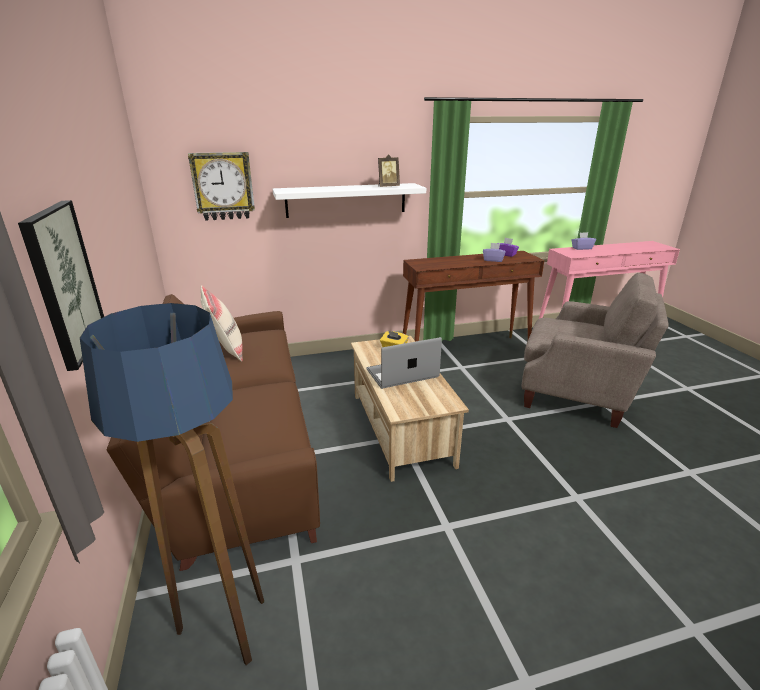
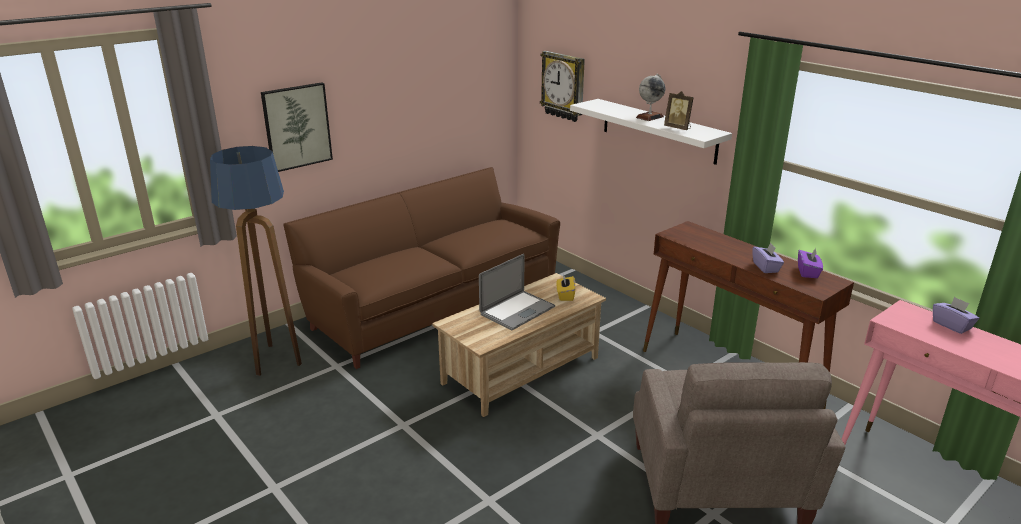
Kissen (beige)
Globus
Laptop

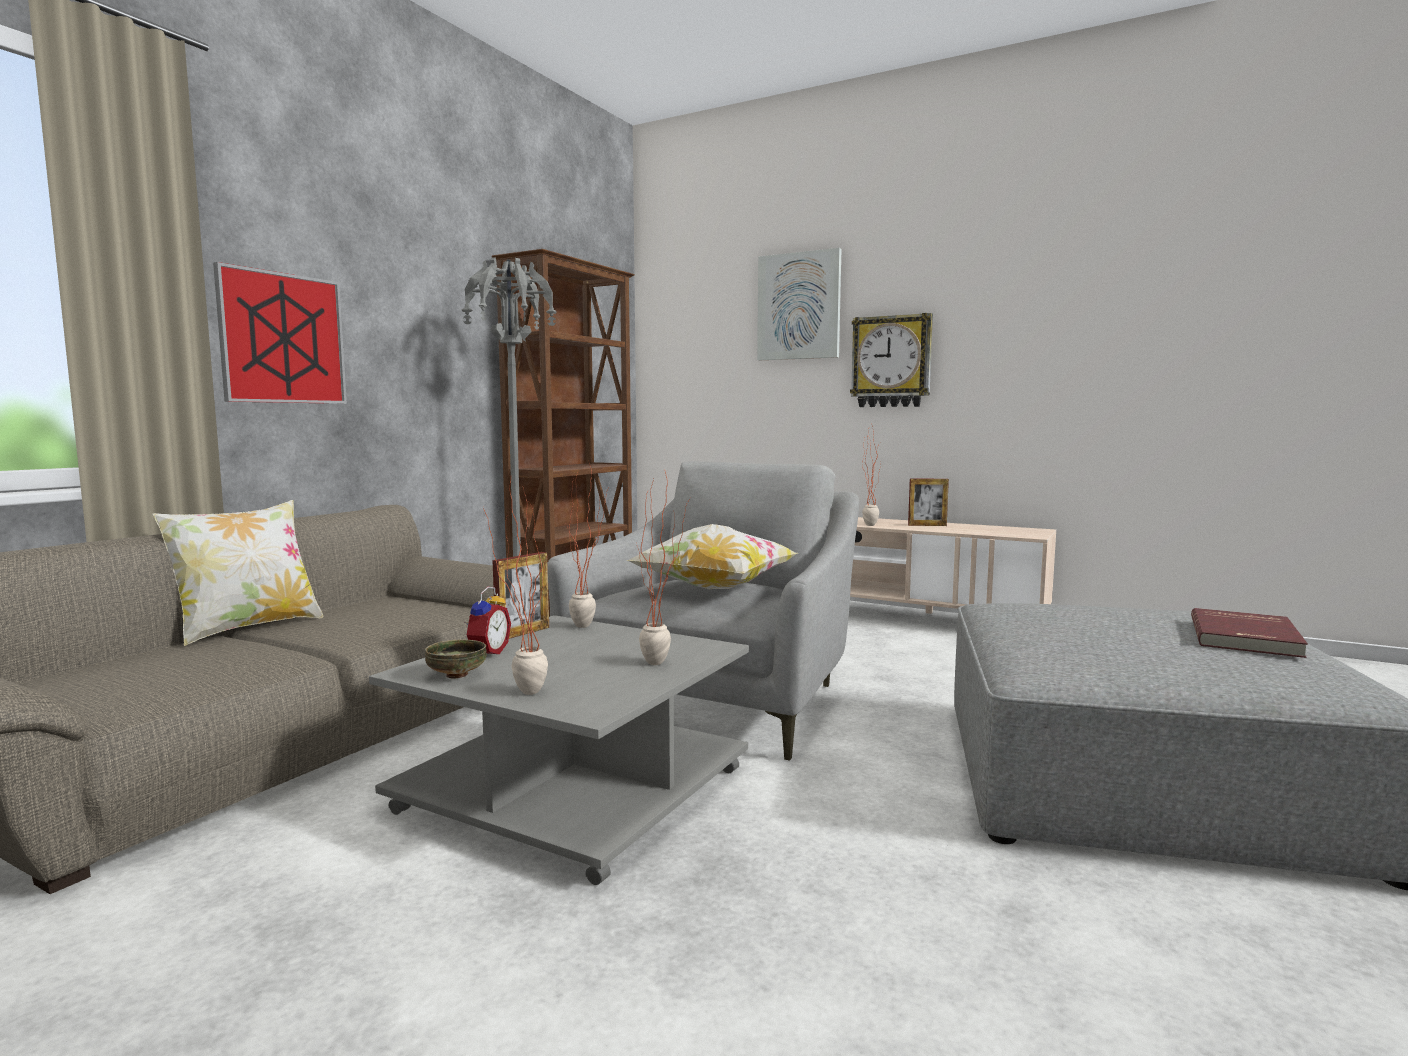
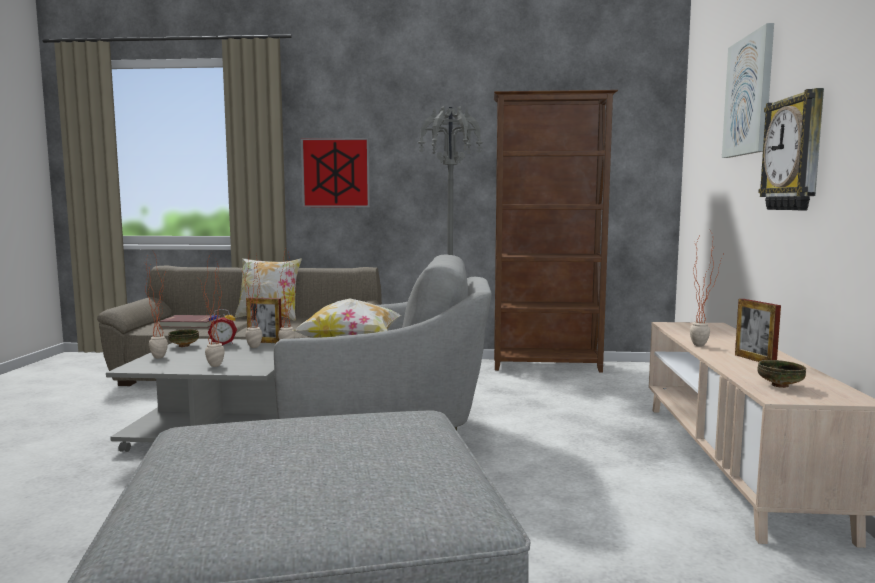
Topfpflanze (3rd from left)
Schüssel (2nd from left)
Buch (rot)

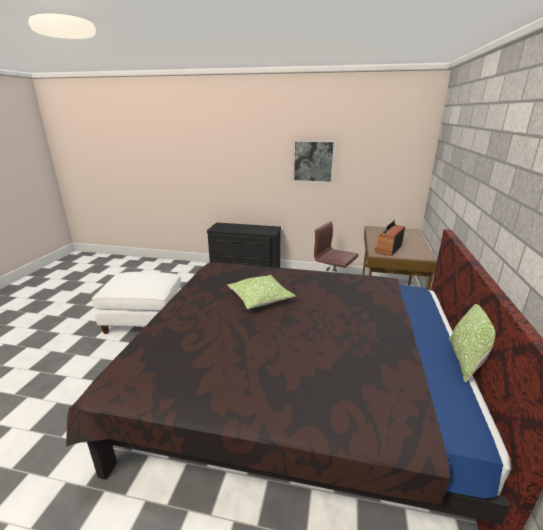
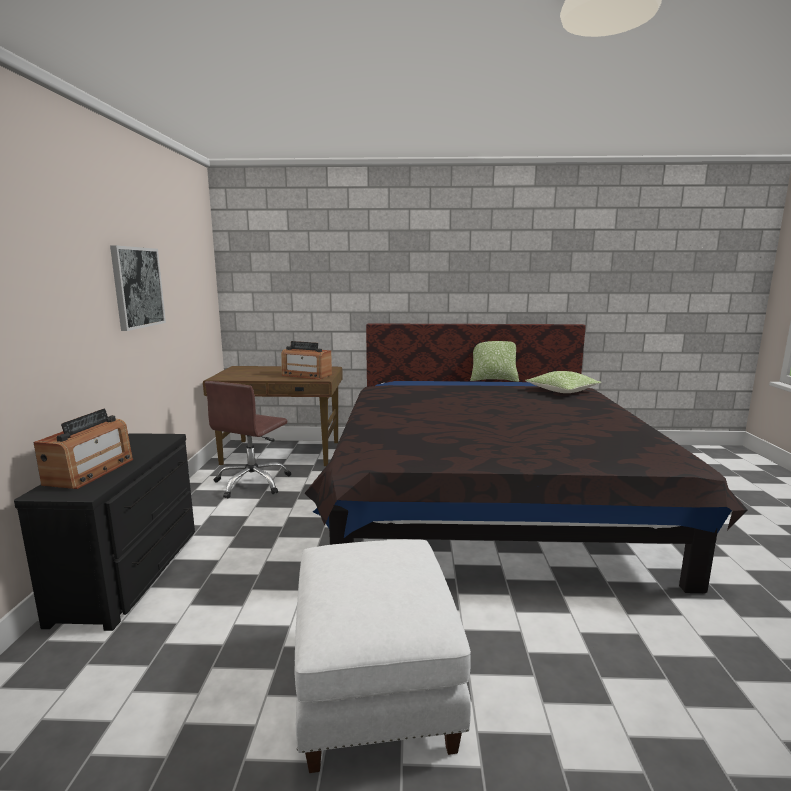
Radio (1st from left)
Kissen (2nd from left)

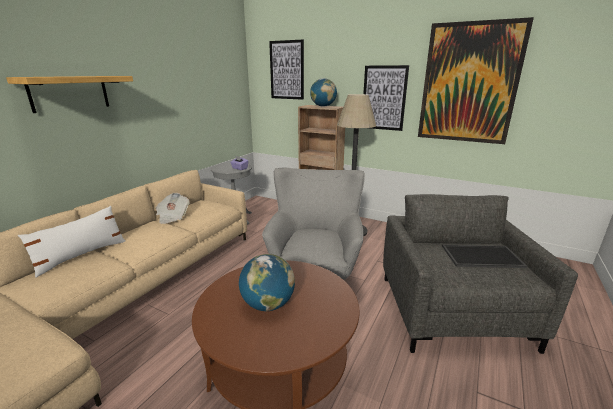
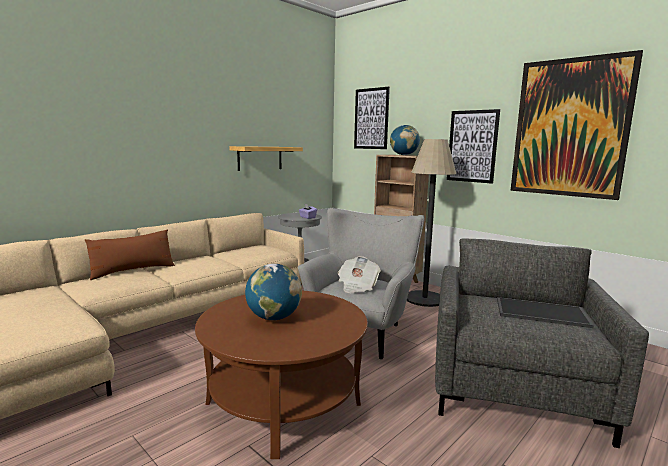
Wandregal
Zeitung
Kissen (braun)

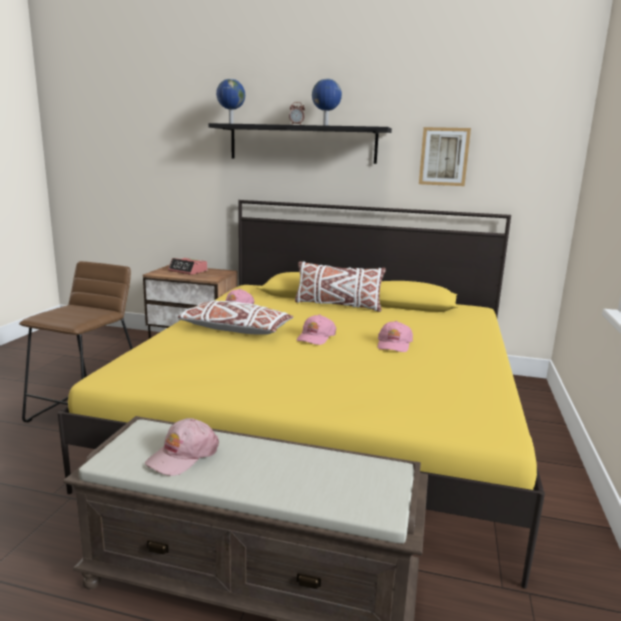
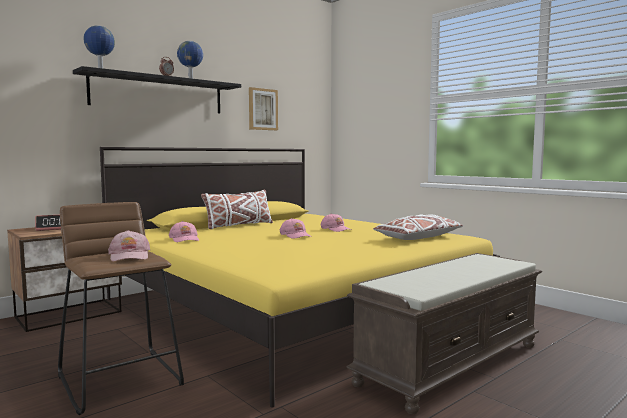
Kappe (rosa) (1st from left)
Kissen (weiß) (2nd from left)

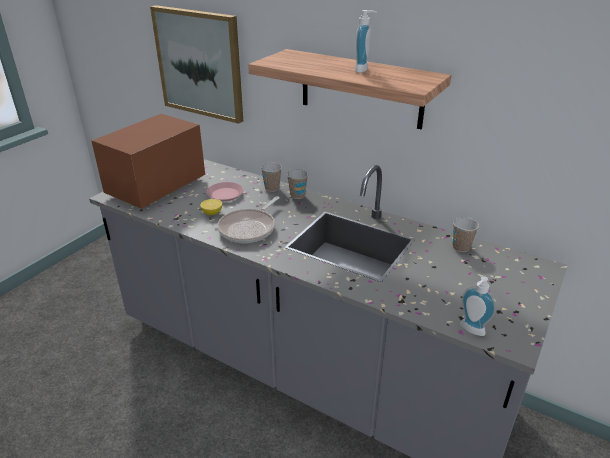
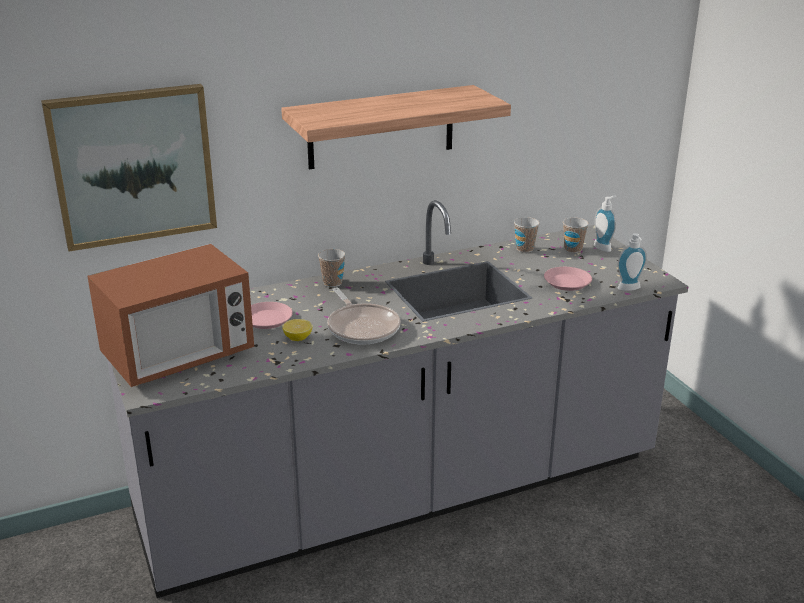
Teller (rosa) (2nd from left)
Tasse (3rd from left)
Seifenspender (1st from left)
Mikrowelle

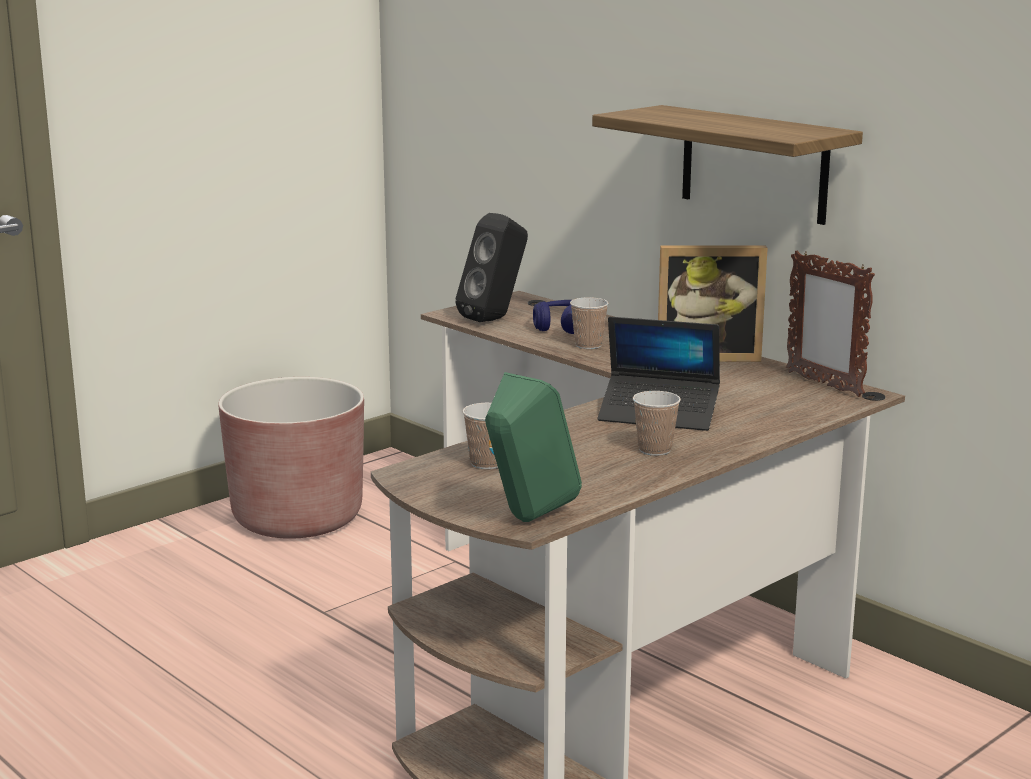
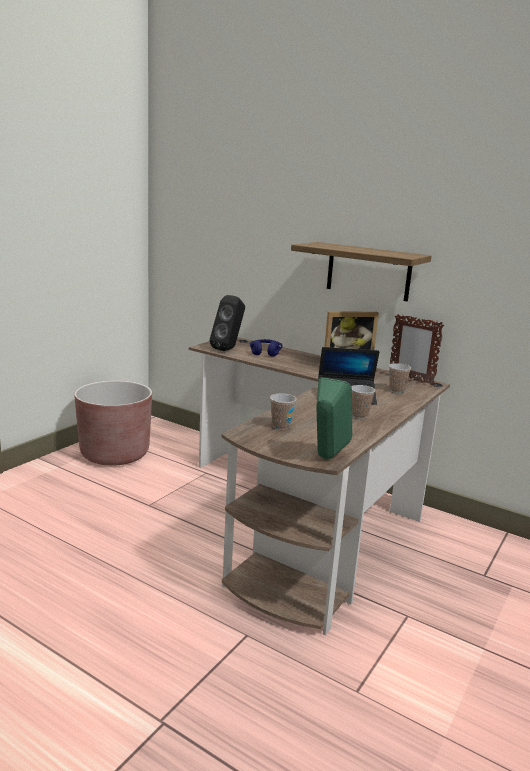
Tasse (3rd from left)

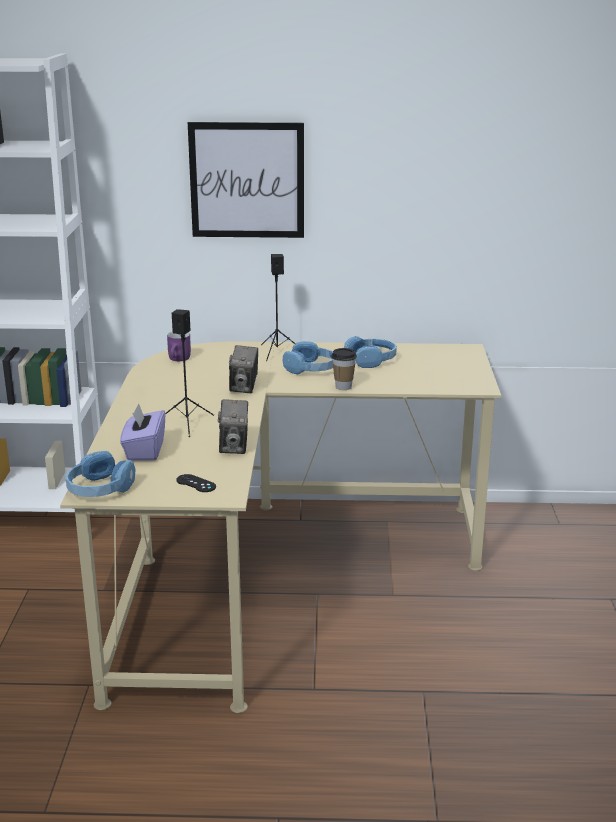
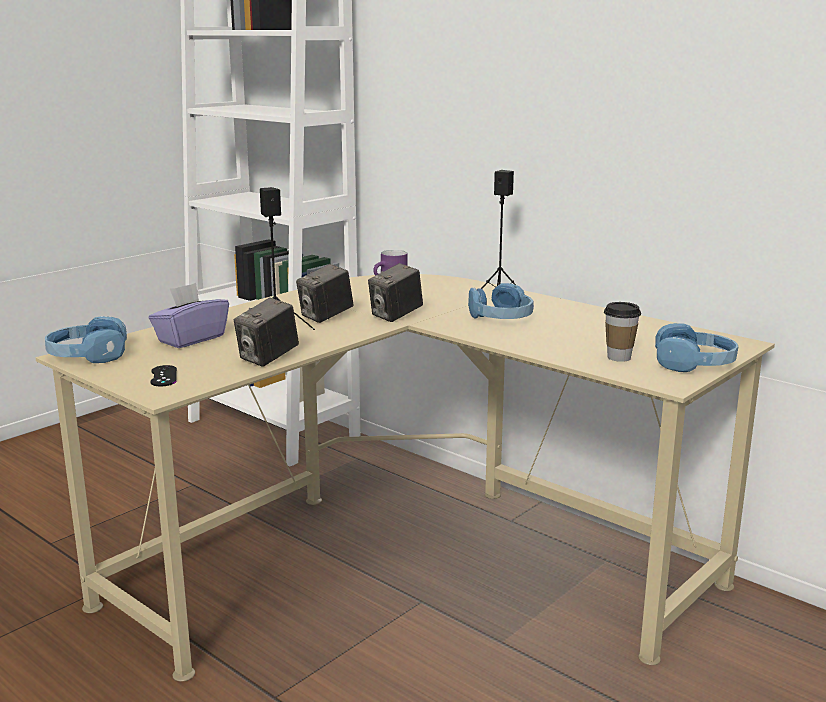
Bild
Kamera (2nd from left)
Tasse
Kopfhörer (blau) (3rd from left)

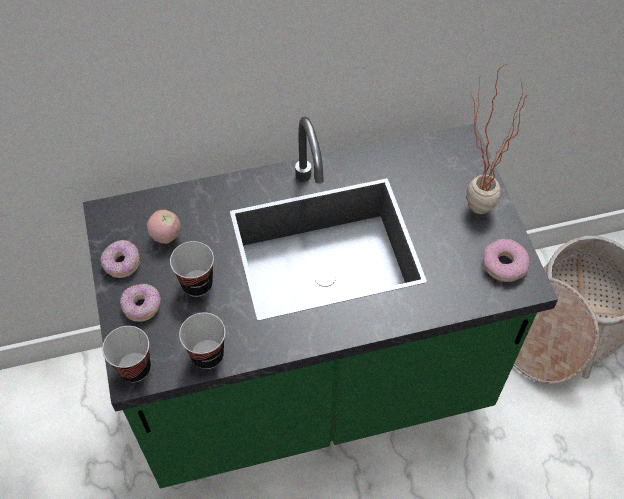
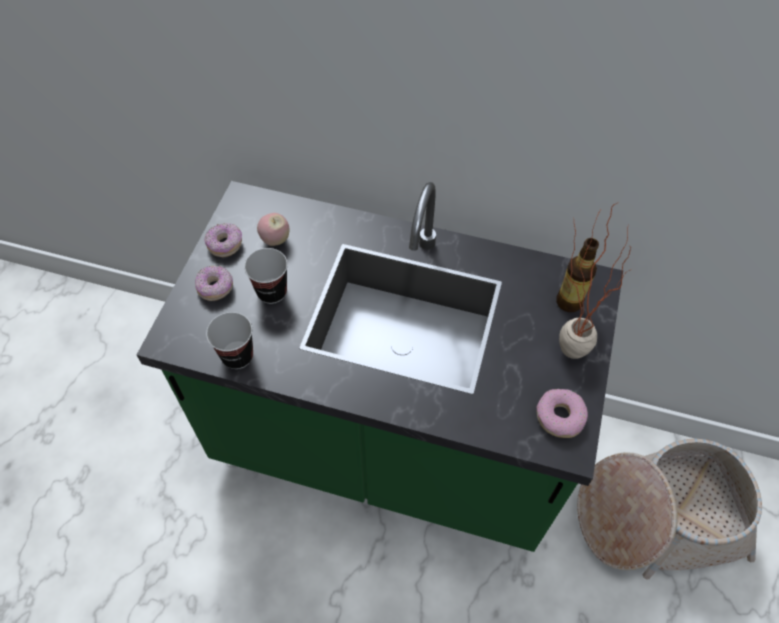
Tasse (1st from left in the first image)
Flasche

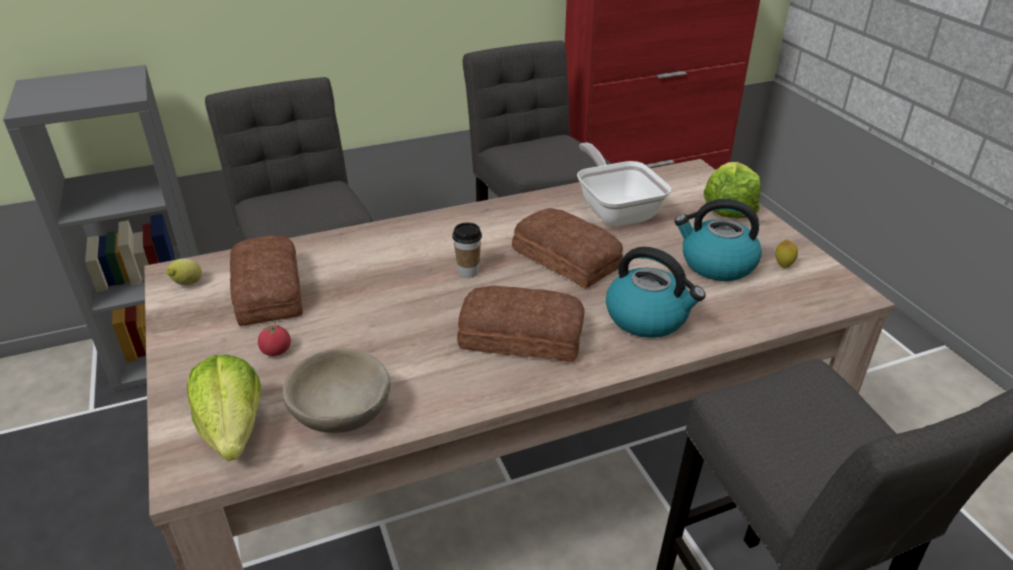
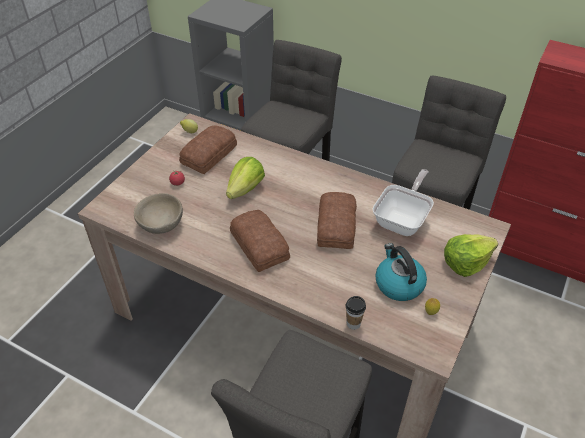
Wasserkessel (1st from left in the first image)
Salatkopf (1st from left)
Tasse

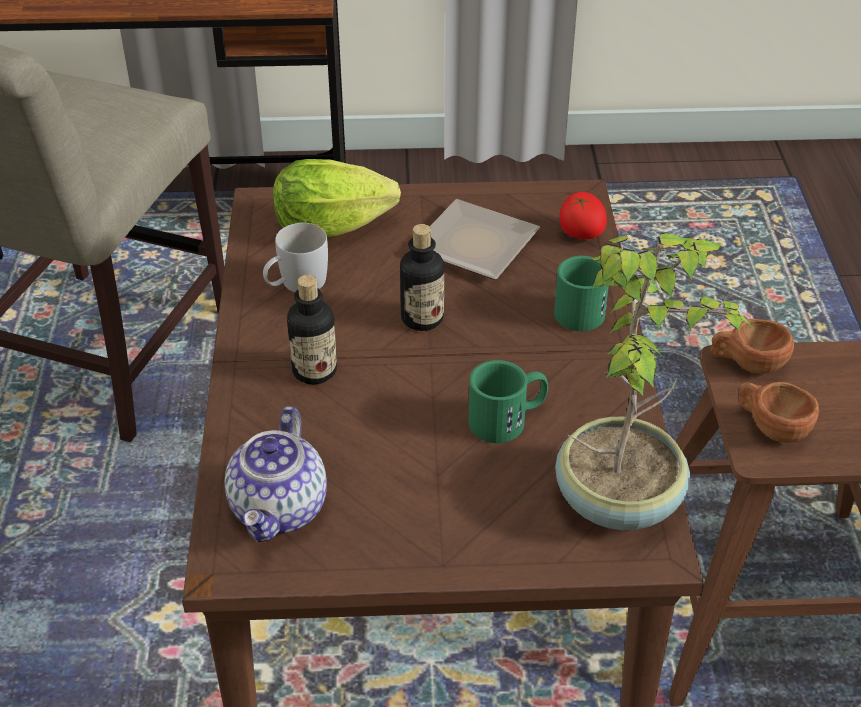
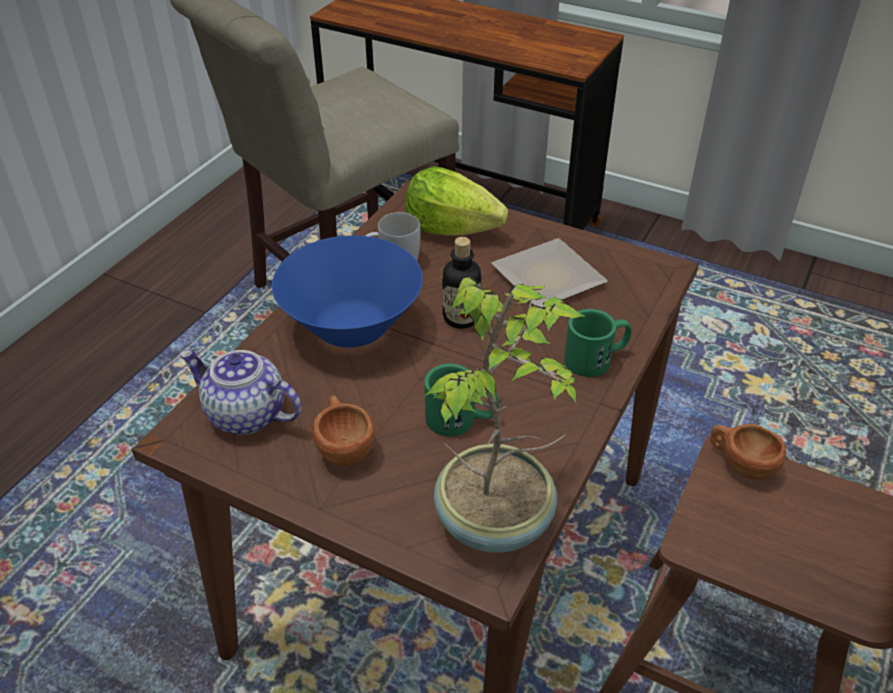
Tomate
Tasse (braun) (1st from left)
Schüssel (blau)
Teekanne

